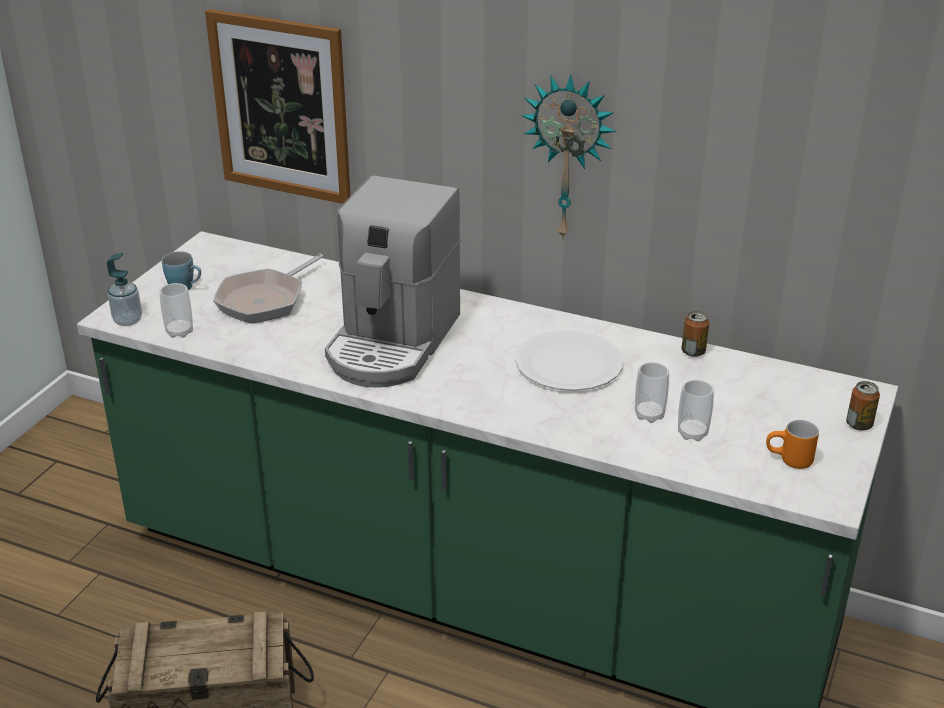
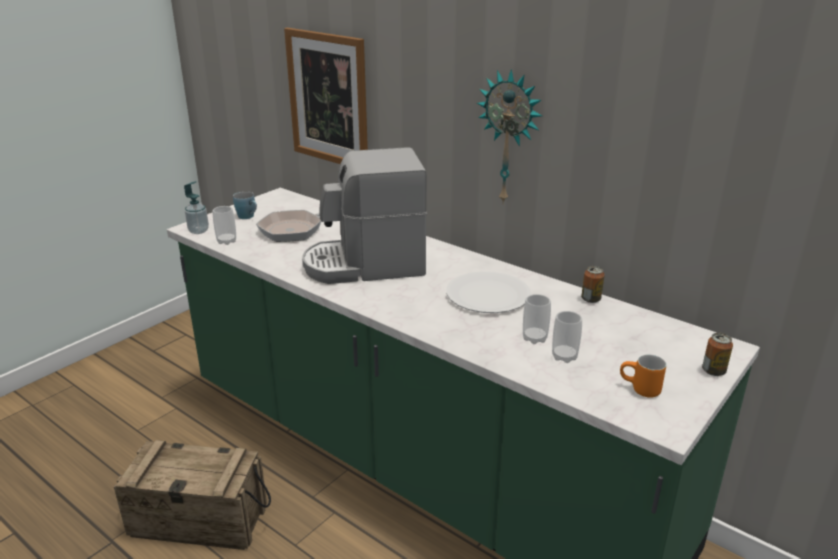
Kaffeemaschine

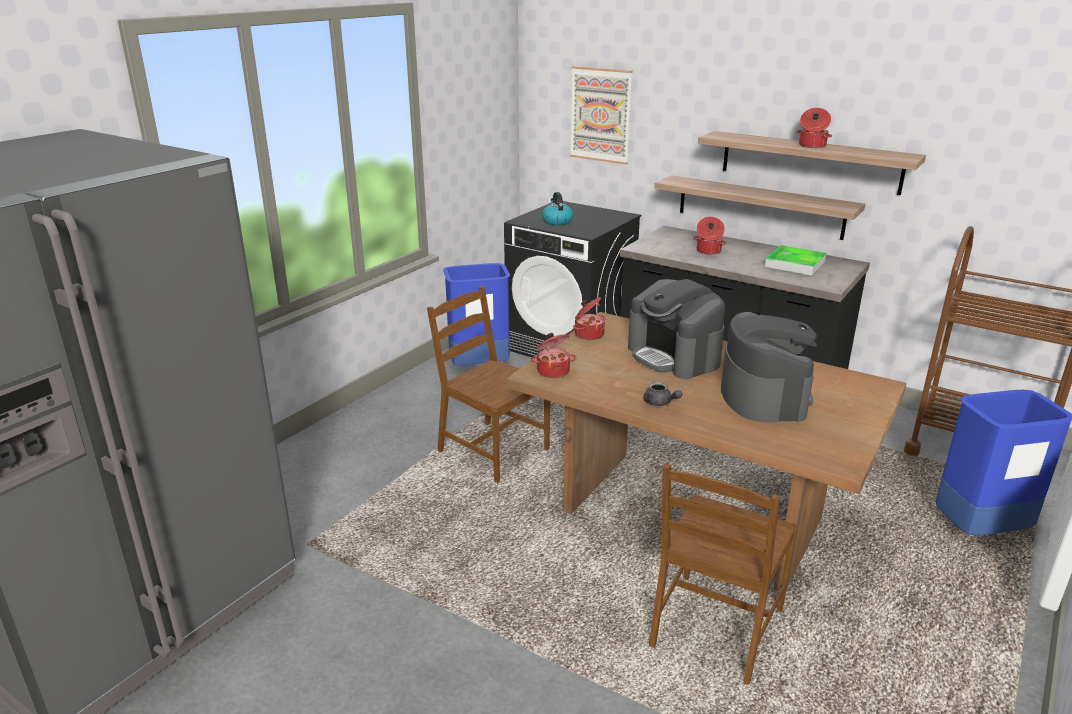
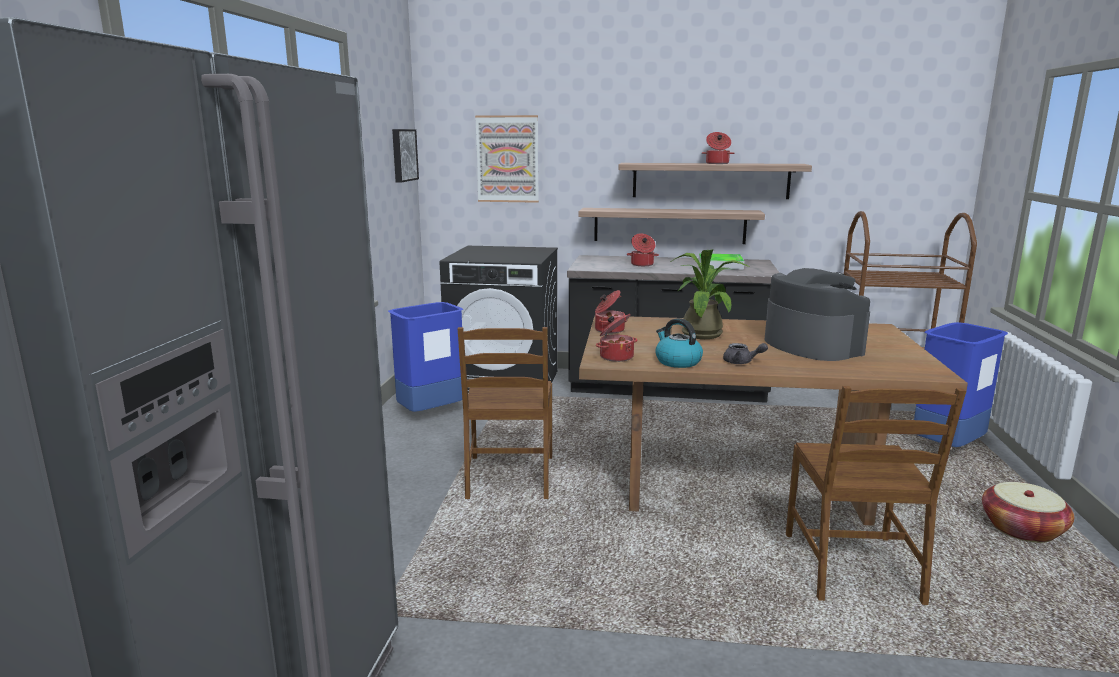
Bild (1st from left)
Korb
Wasserkessel
Topfpflanze
Stuhl (braun) (1st from left)

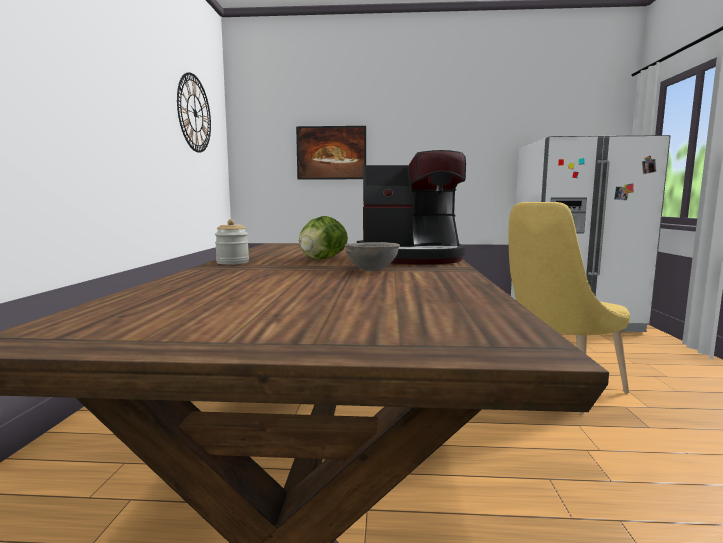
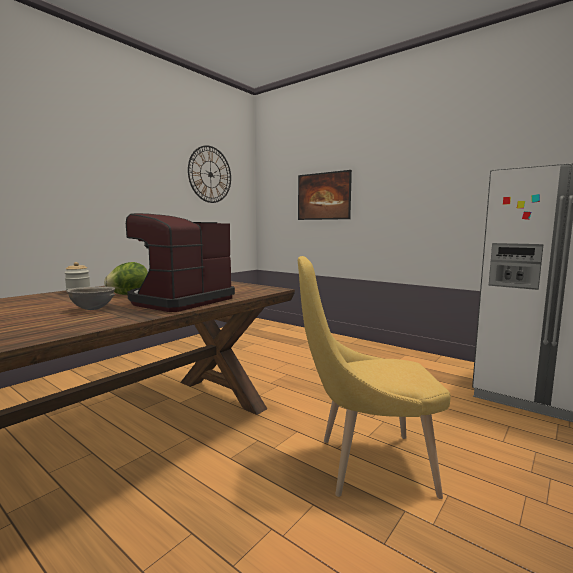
Kaffeemaschine

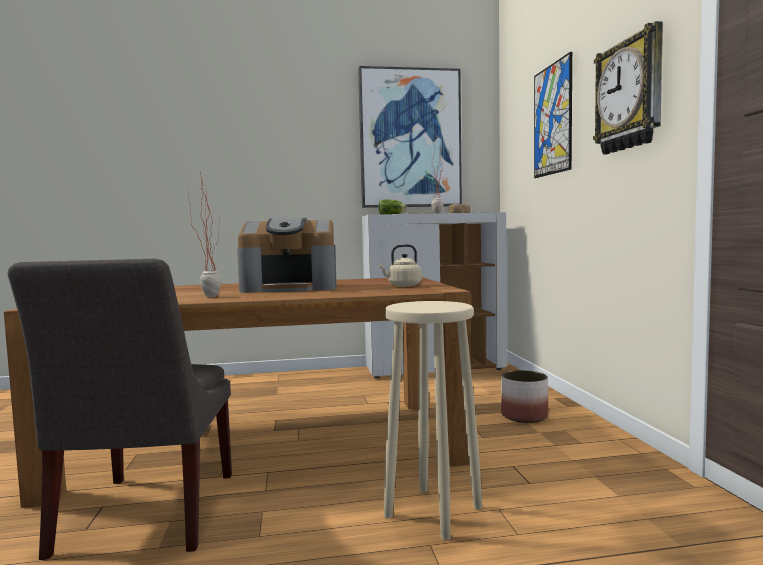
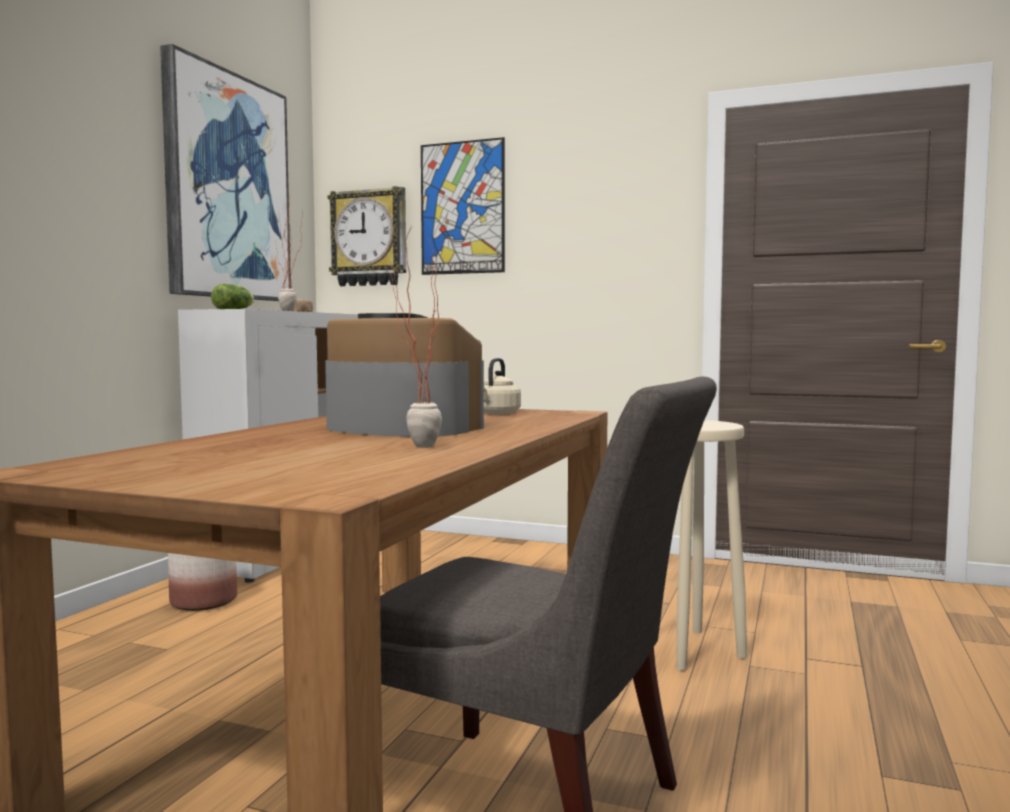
Pflanzkübel
Wanduhr
Kaffeemaschine

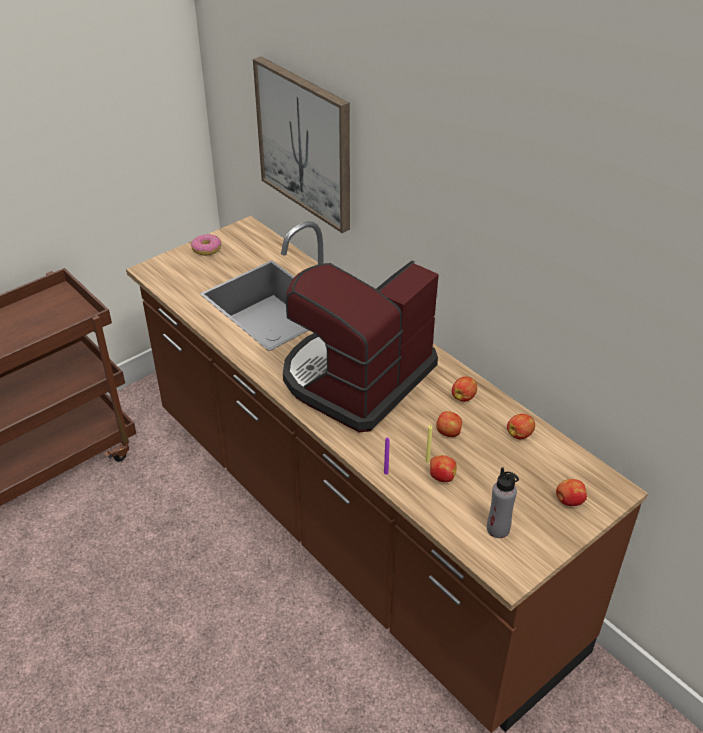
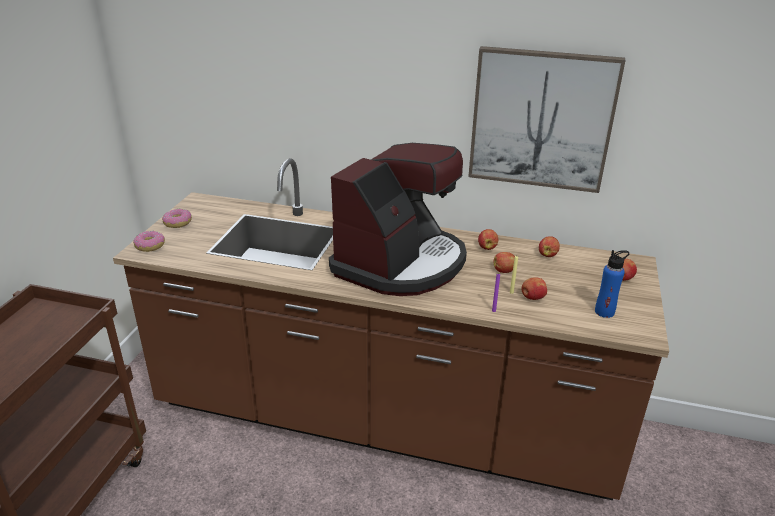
Donut (1st from left)
Bild
Flasche (blau)
Kaffeemaschine

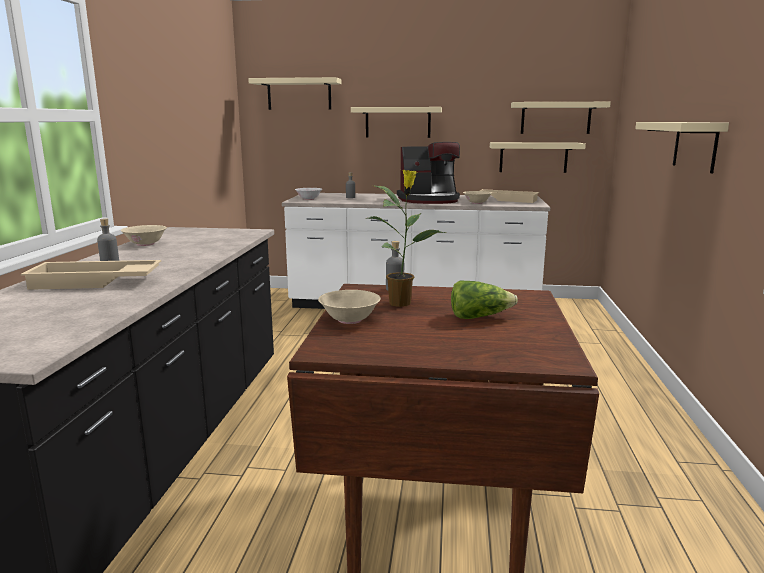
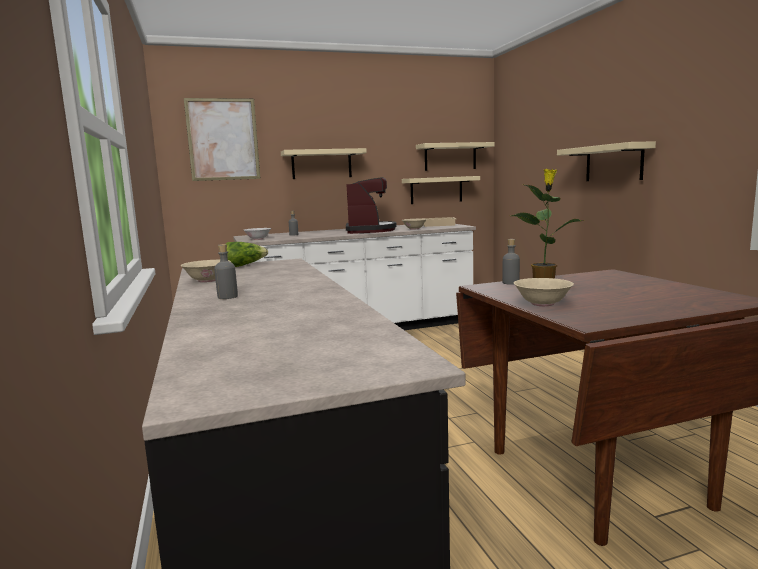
Tablett (beige) (1st from left in the first image)
Salatkopf
Bild
Kaffeemaschine

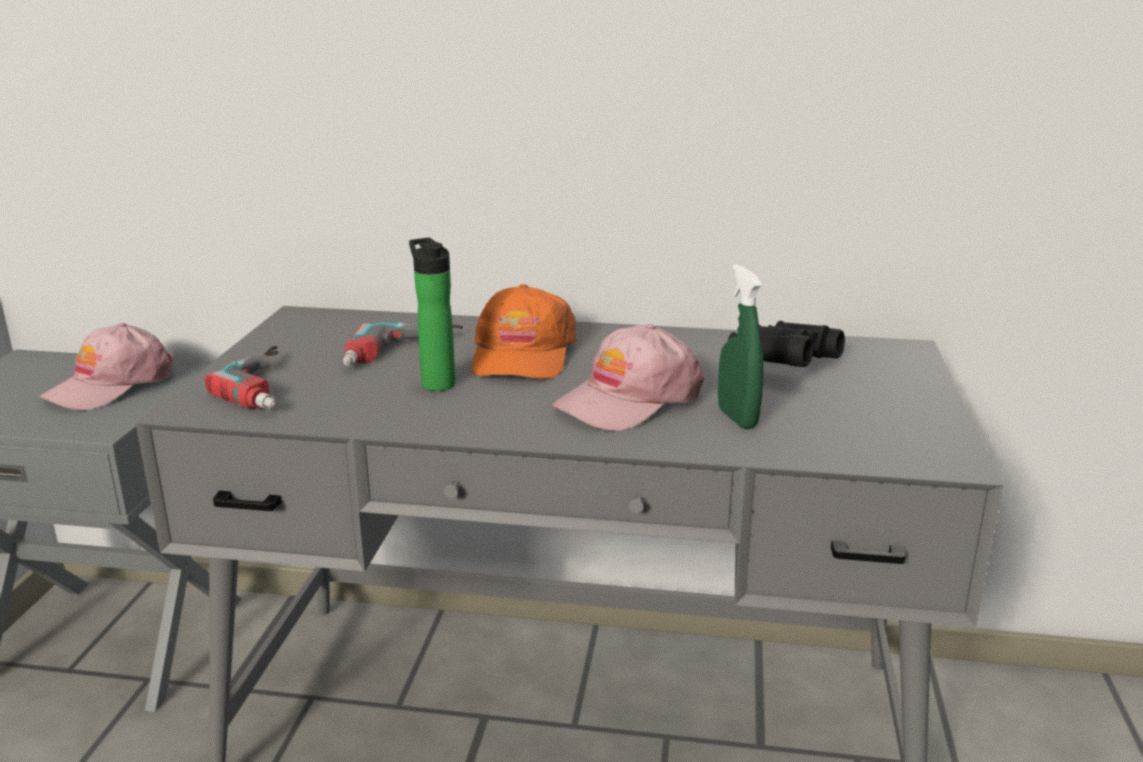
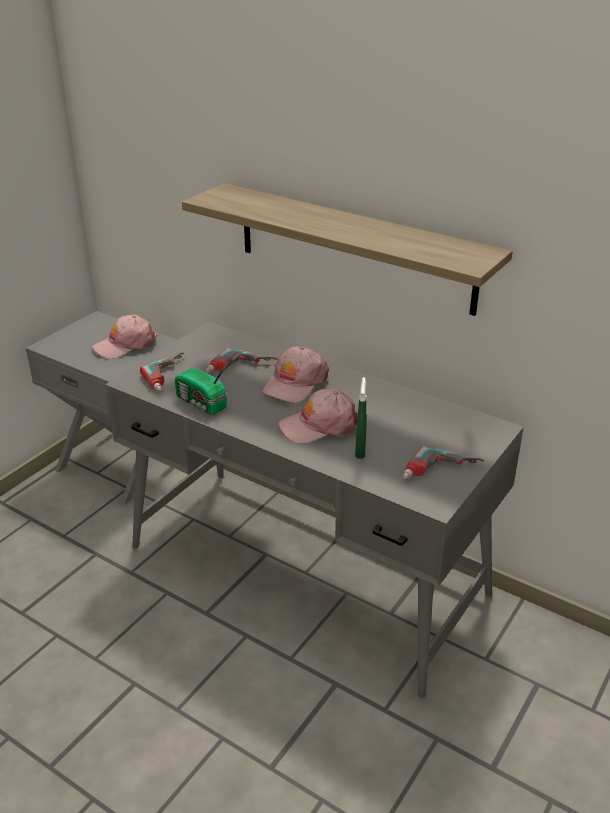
Flasche
Fernglas (schwarz)
Radio
Wandregal
Bohrmaschine (3rd from left)
Kappe (rosa) (2nd from left)

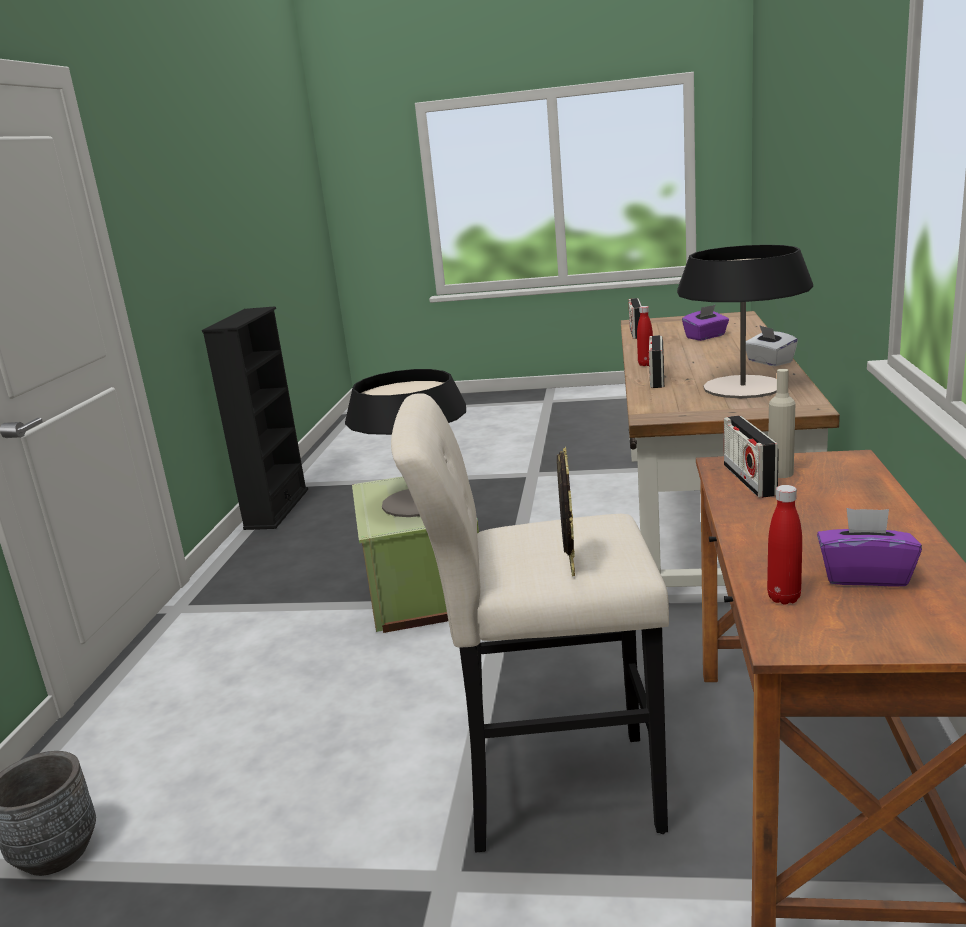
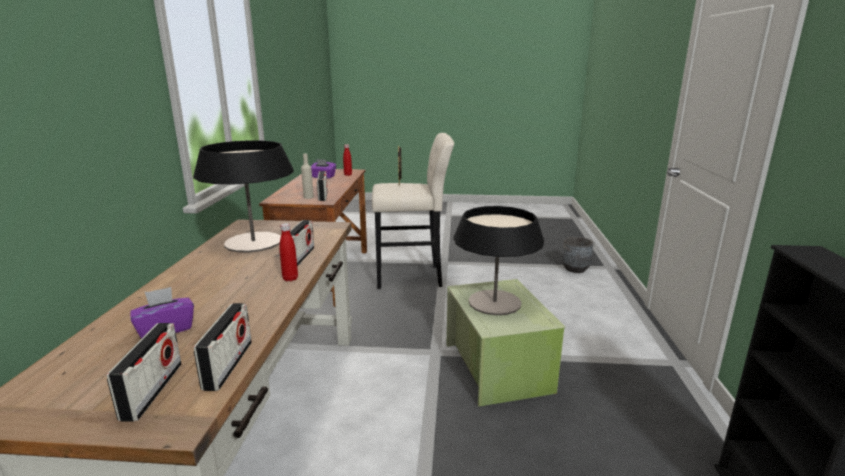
Taschentuchbox (weiß)
Radio (1st from left)

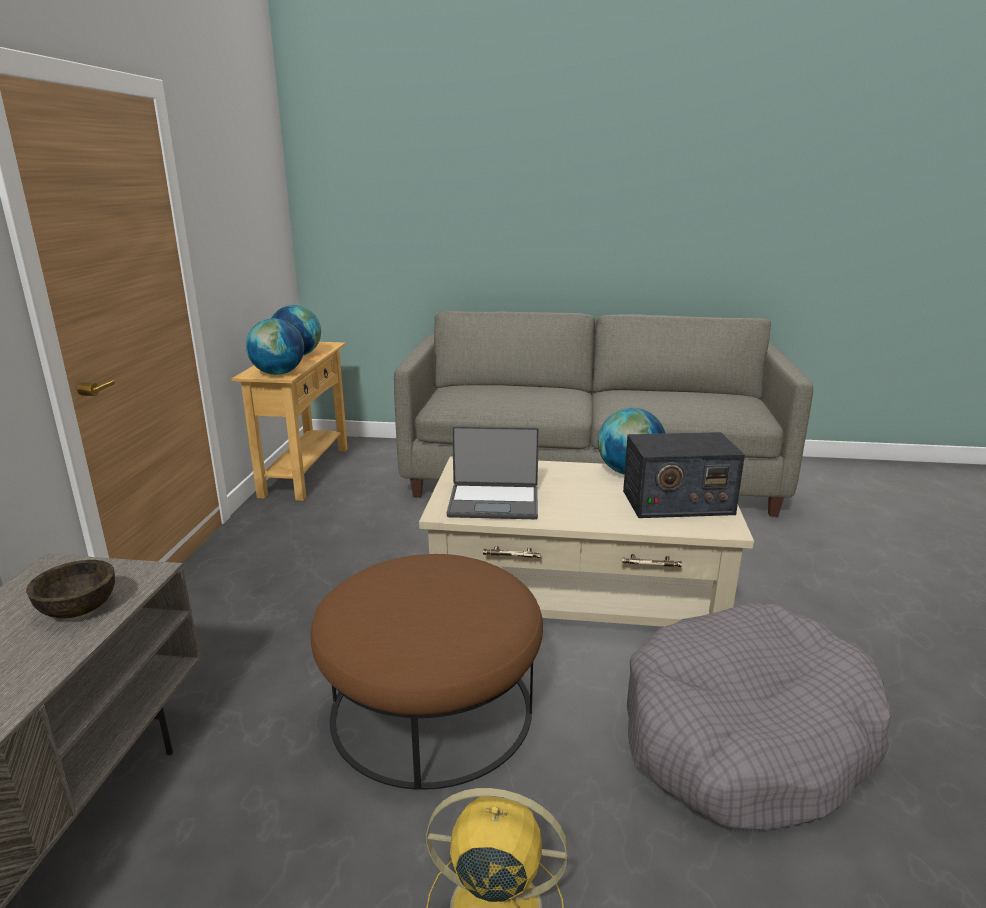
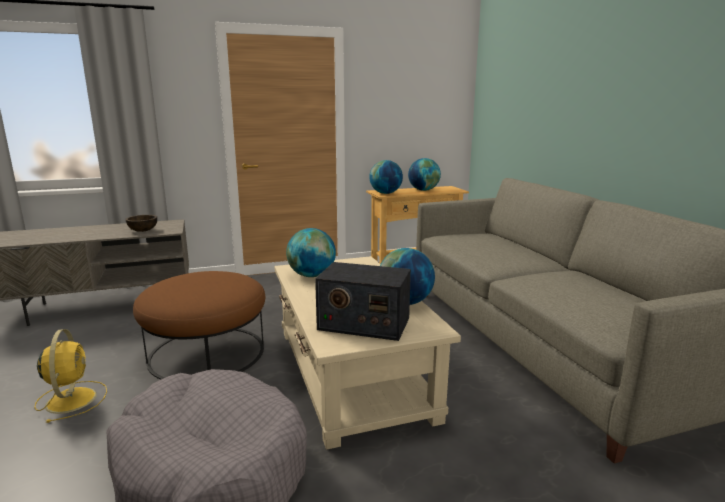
Globus (1st from left)
Radio

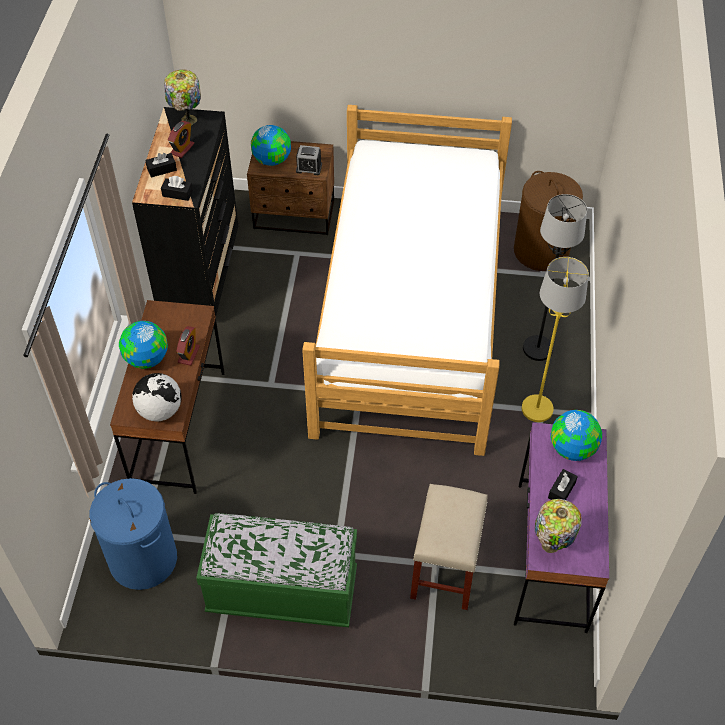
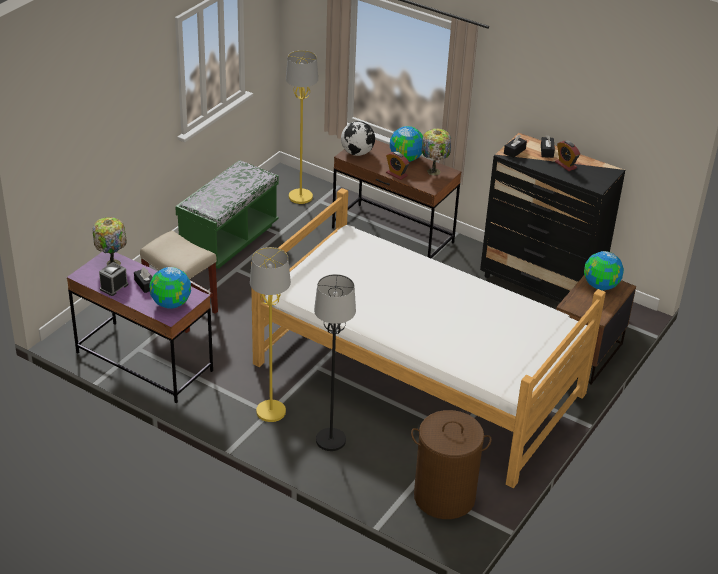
Tischlampe (2nd from left)
Wecker (1st from left)
Stehlampe (gelb) (2nd from left)

